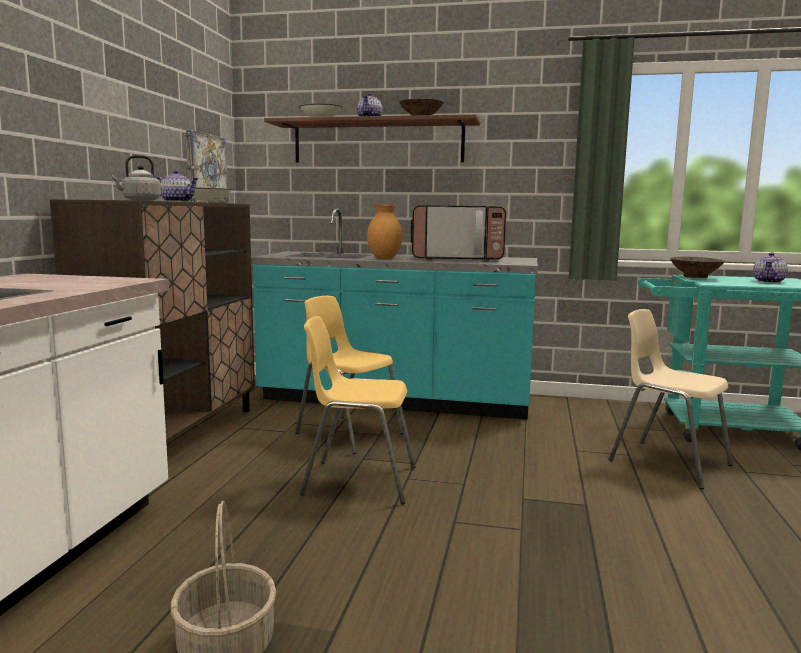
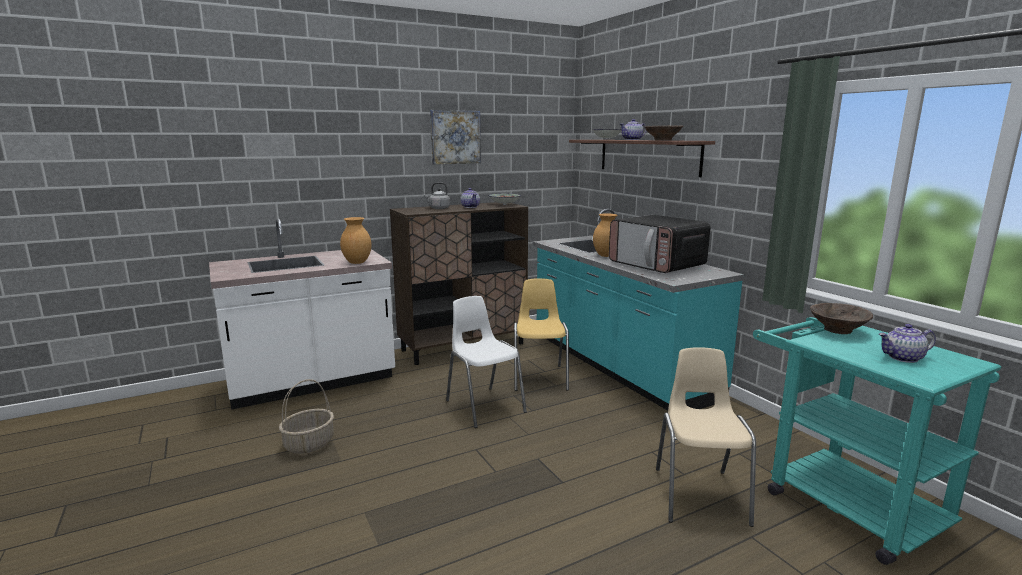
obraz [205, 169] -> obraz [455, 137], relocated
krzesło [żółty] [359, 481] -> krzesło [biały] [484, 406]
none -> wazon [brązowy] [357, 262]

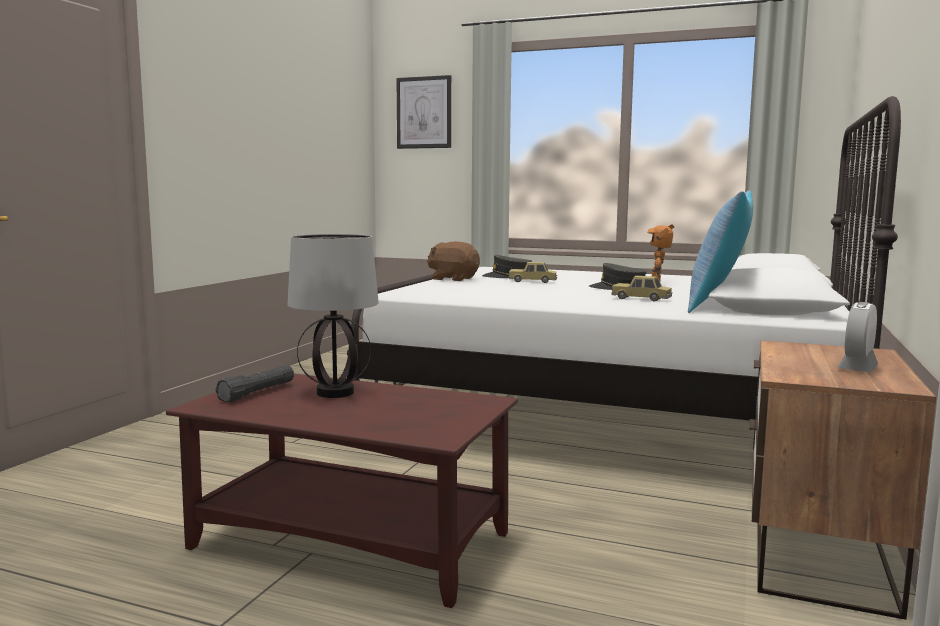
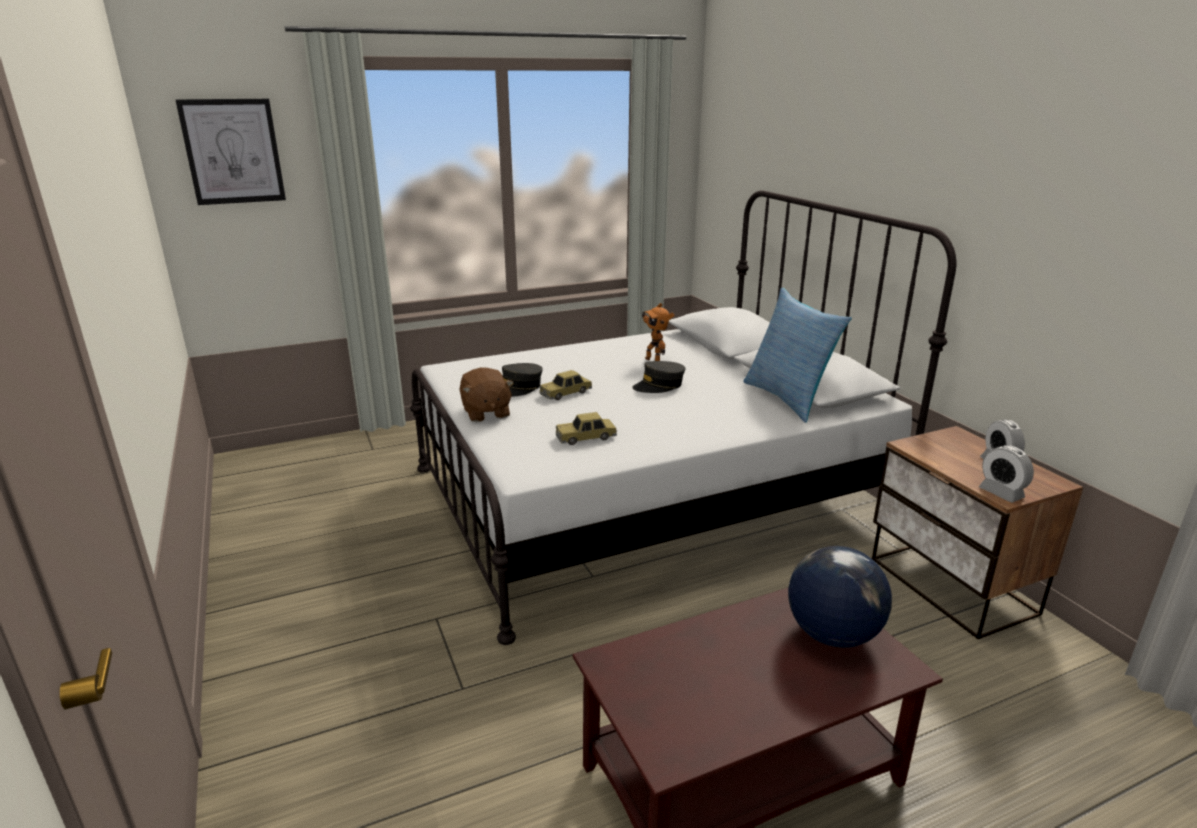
latarka [czarny] [257, 393] -> none
lampa stołowa [336, 393] -> none
pluszak [brązowy] [453, 279] -> pluszak [brązowy] [486, 413], 90 degrees counterclockwise
samochodzik [641, 299] -> samochodzik [586, 437], relocated
none -> globus [831, 634]
none -> budzik [1001, 493]

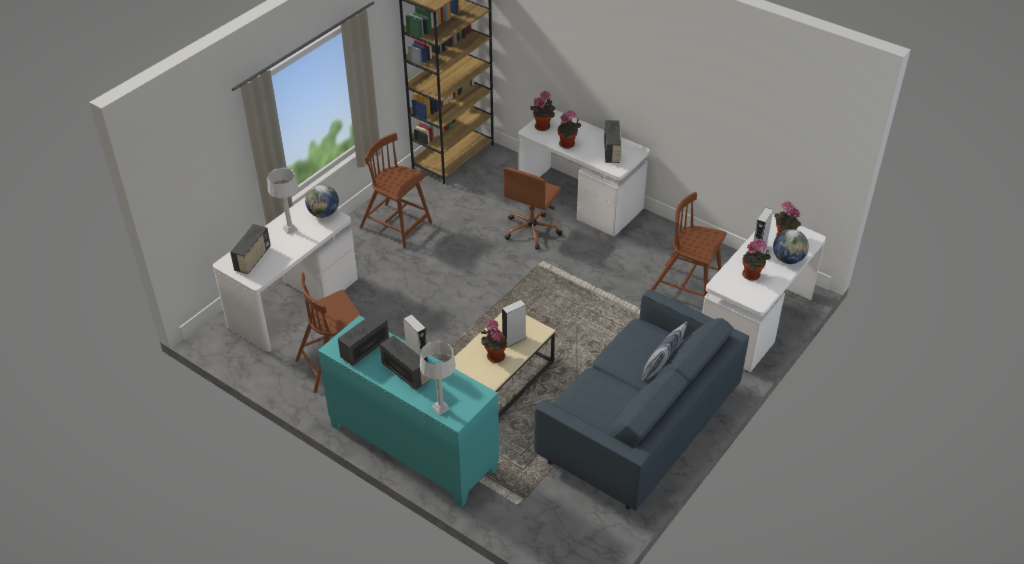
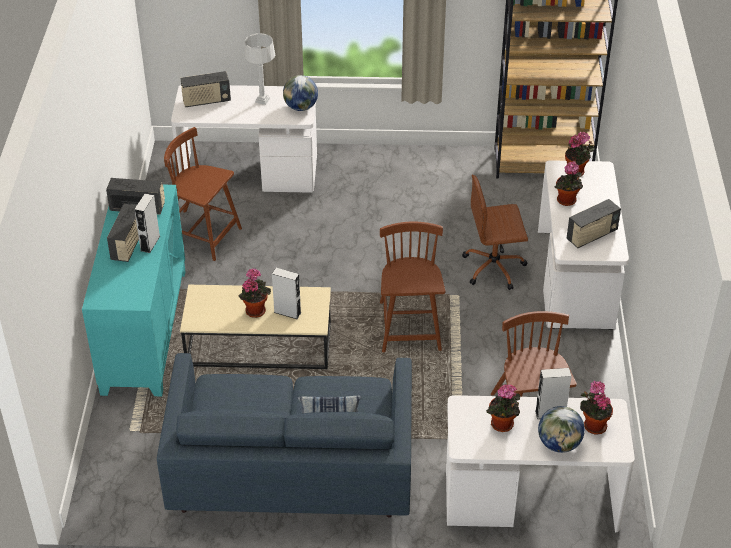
krzesło [brązowy] [397, 226] -> krzesło [brązowy] [409, 327], relocated
lampa stołowa [szary] [440, 408] -> none

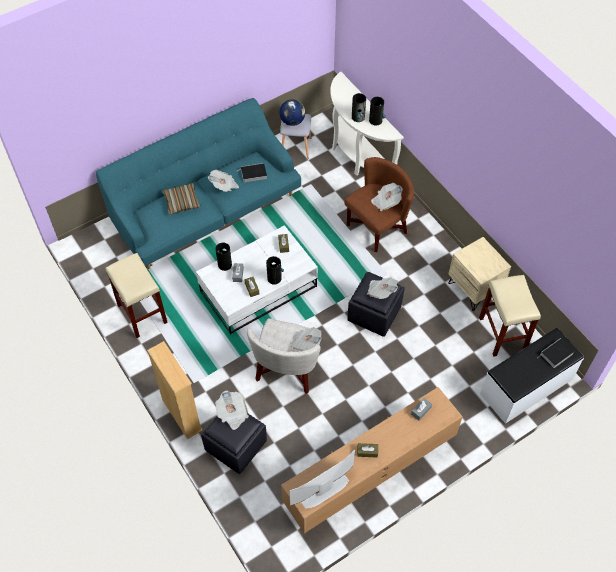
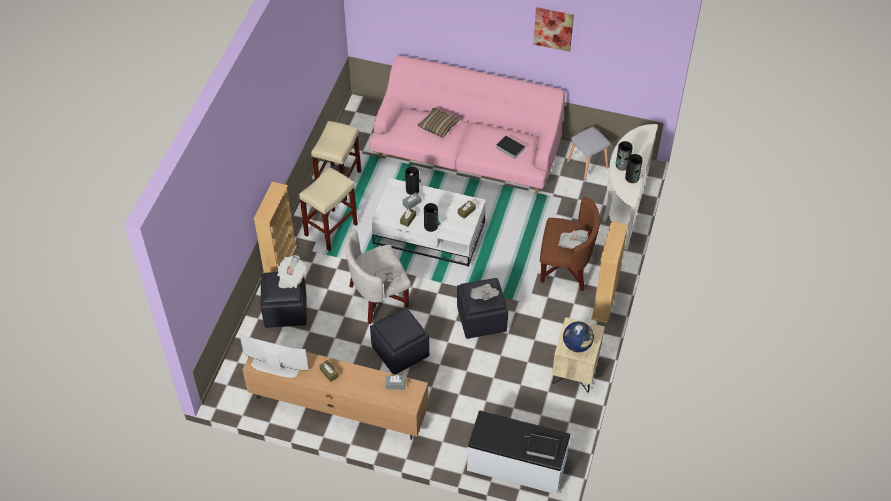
kanapa [turkusowy] [205, 208] -> kanapa [różowy] [467, 152]
gazeta [224, 186] -> none
globus [292, 121] -> globus [577, 345], relocated
stołek [beżowy] [501, 333] -> stołek [beżowy] [331, 229], relocated
none -> pufa [czarny] [399, 351]
none -> obraz [553, 28]
none -> regał [beżowy] [604, 302]

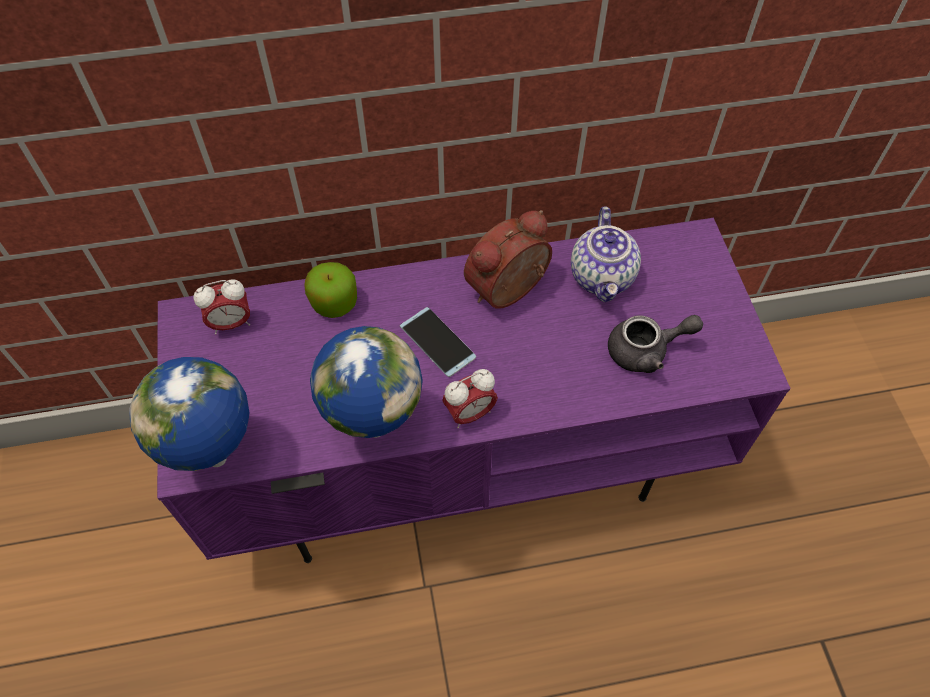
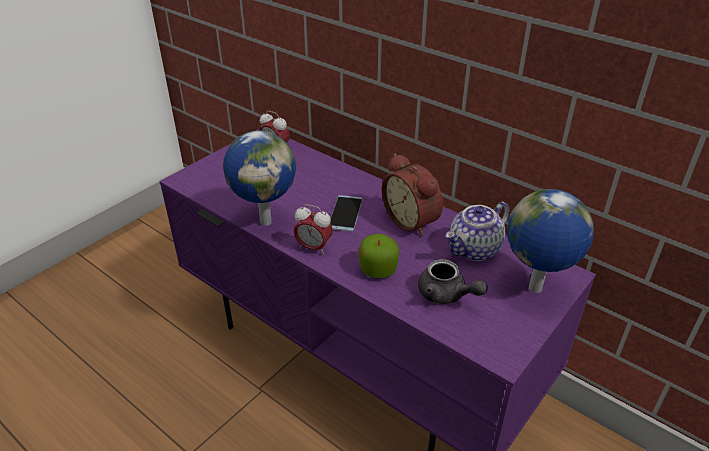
globus [219, 461] -> globus [535, 289], relocated
jabłko [334, 302] -> jabłko [378, 269], relocated
budzik [510, 292] -> budzik [412, 221], 135 degrees counterclockwise

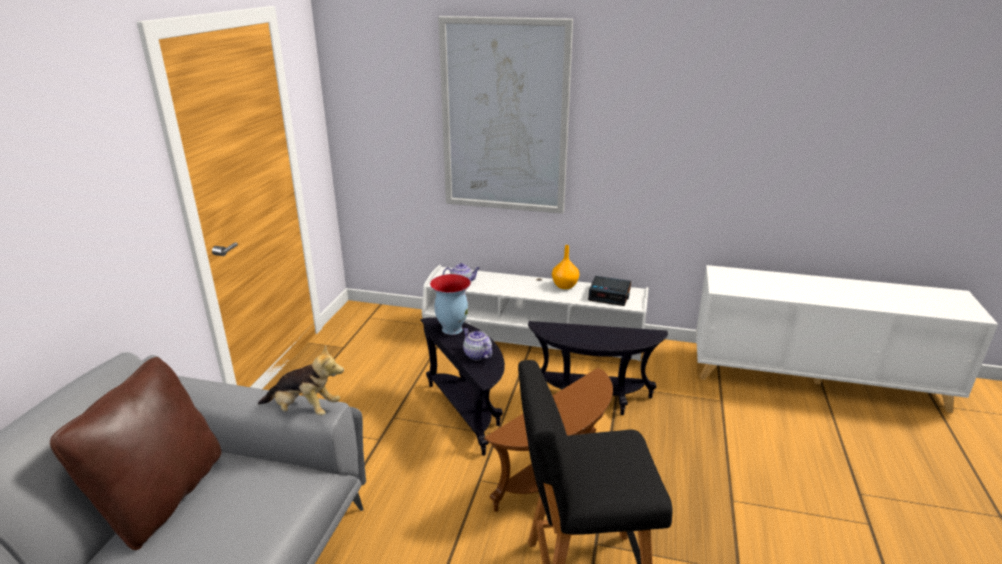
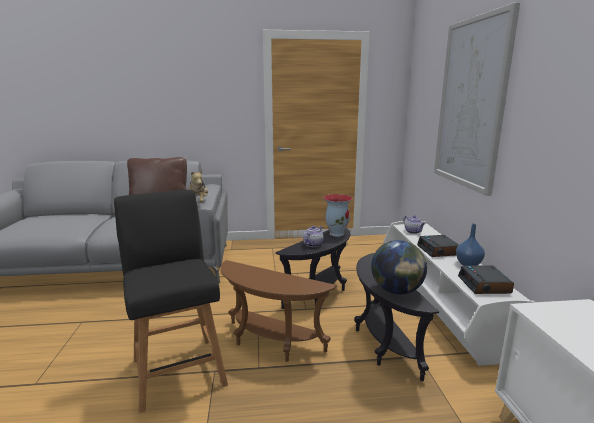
wazon [pomarańczowy] [564, 285] -> wazon [niebieski] [469, 264]
none -> globus [397, 291]
none -> budzik [438, 250]

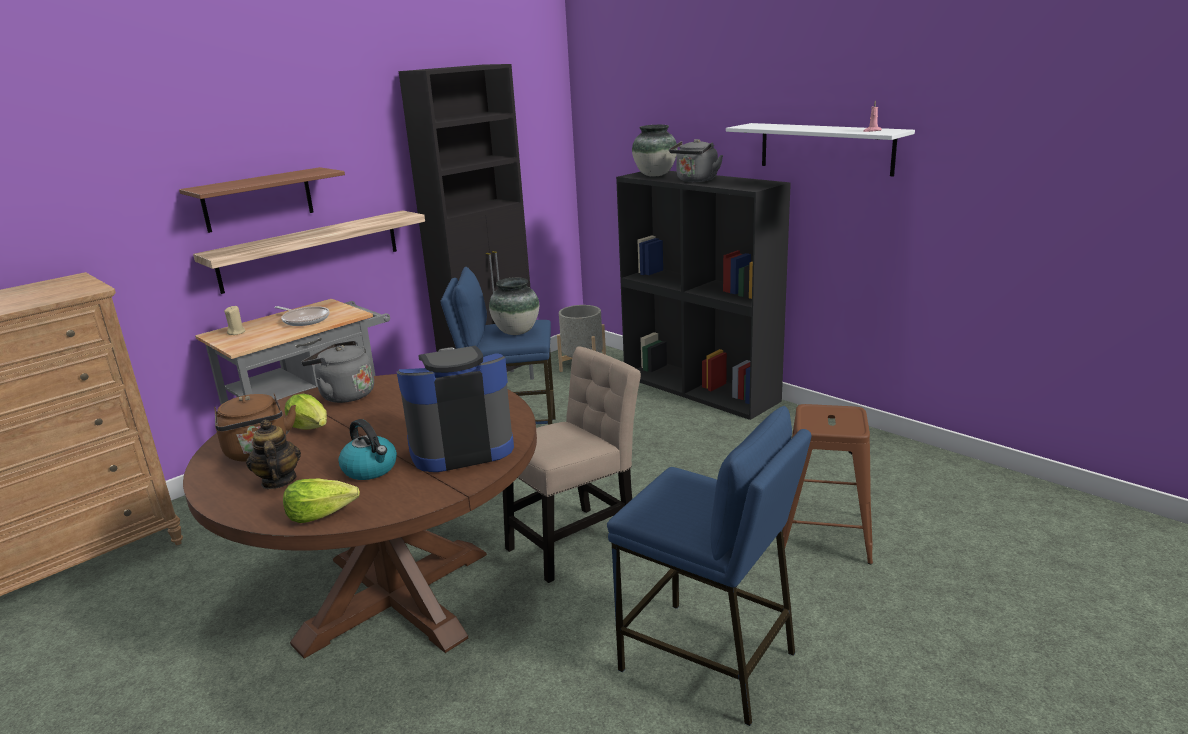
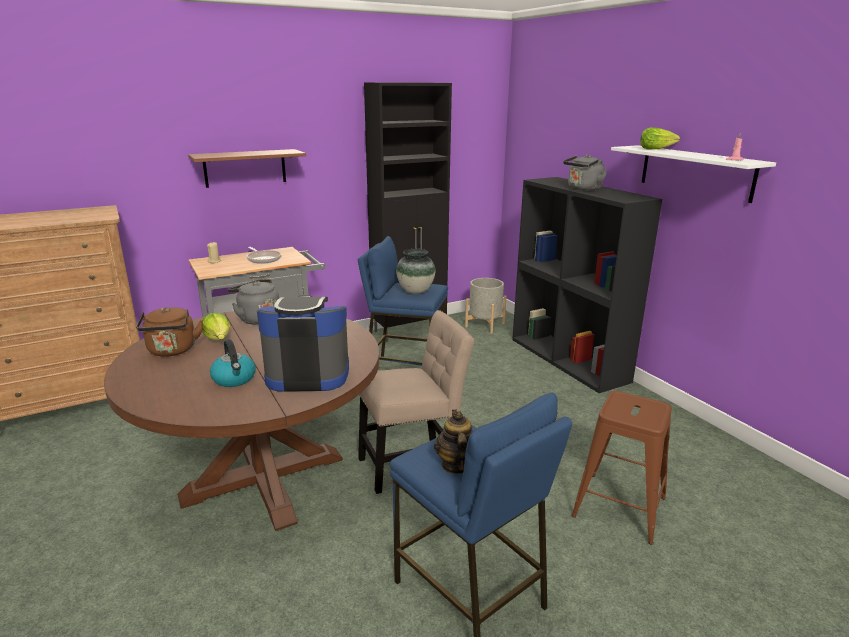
półka [311, 250] -> none
imbryk [278, 481] -> imbryk [456, 465], relocated
sałata [321, 514] -> sałata [656, 149], relocated
wazon [655, 175] -> none

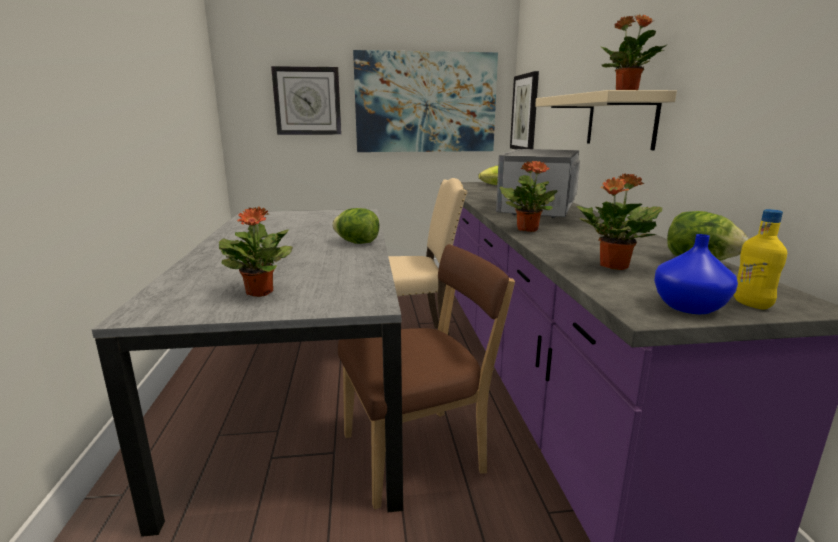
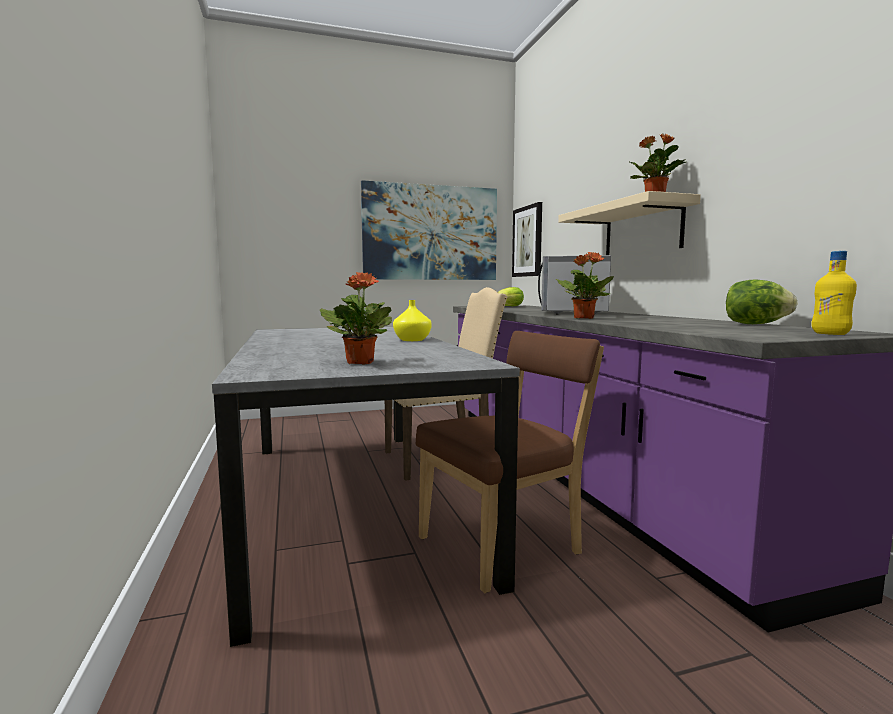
zegar ścienny [307, 101] -> none
sałata [357, 243] -> wazon [żółty] [412, 340]
roślina doniczkowa [613, 266] -> none
wazon [niebieski] [691, 307] -> none

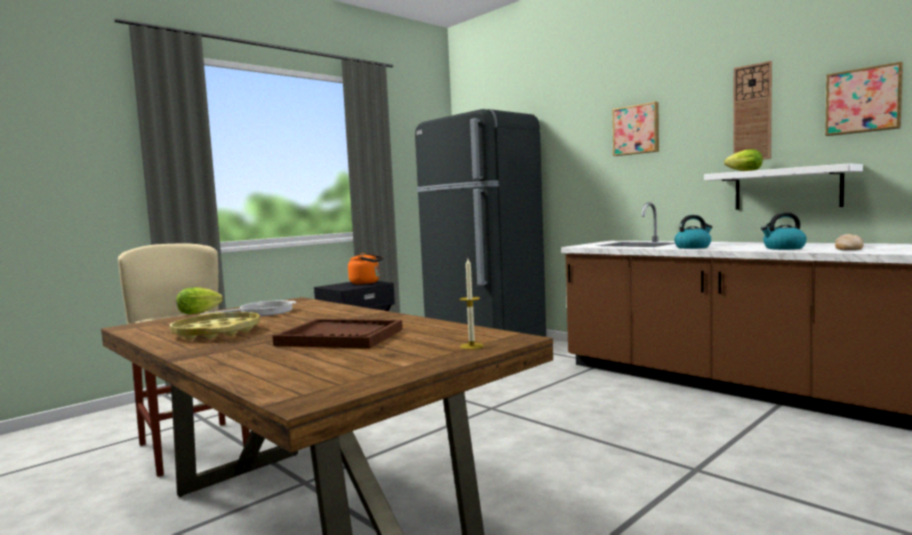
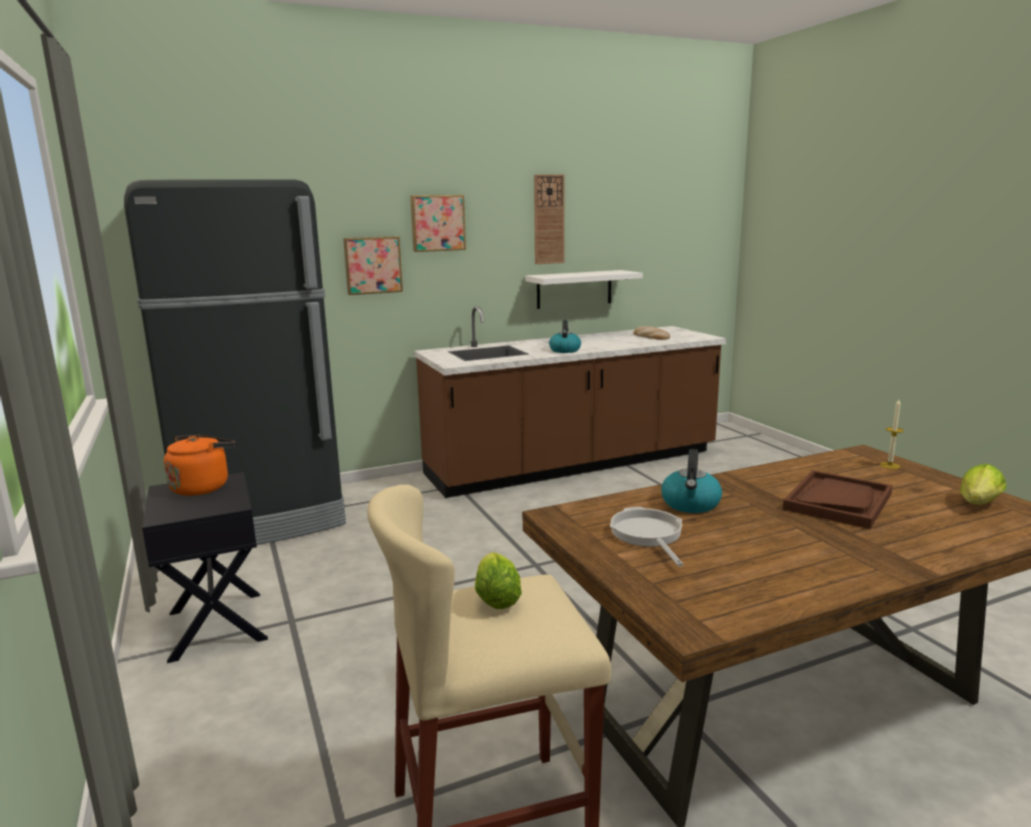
taca [żółty] [217, 332] -> none
sałata [742, 171] -> sałata [978, 505], relocated
czajnik [783, 248] -> czajnik [691, 504], relocated
obraz [863, 101] -> obraz [372, 265], relocated

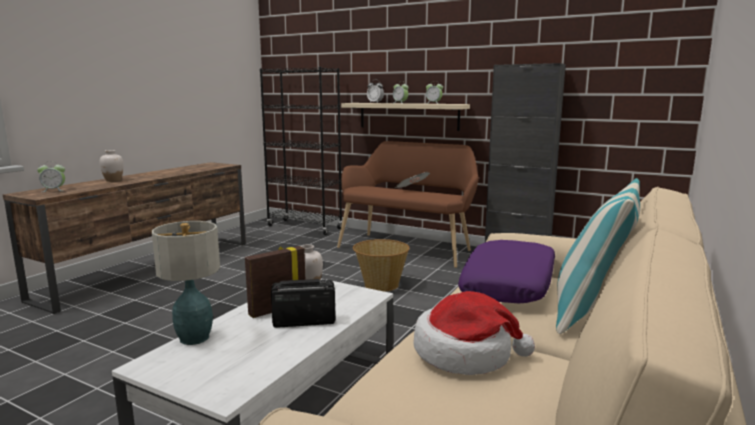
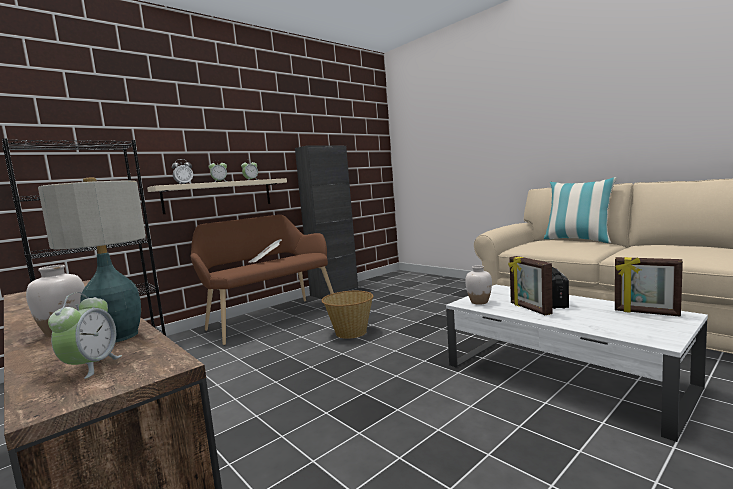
lampa stołowa [194, 338] -> lampa stołowa [117, 337], relocated
kapelusz [465, 353] -> none
poduszka [fioletowy] [509, 285] -> none
none -> ramka na zdjęcie [646, 313]

